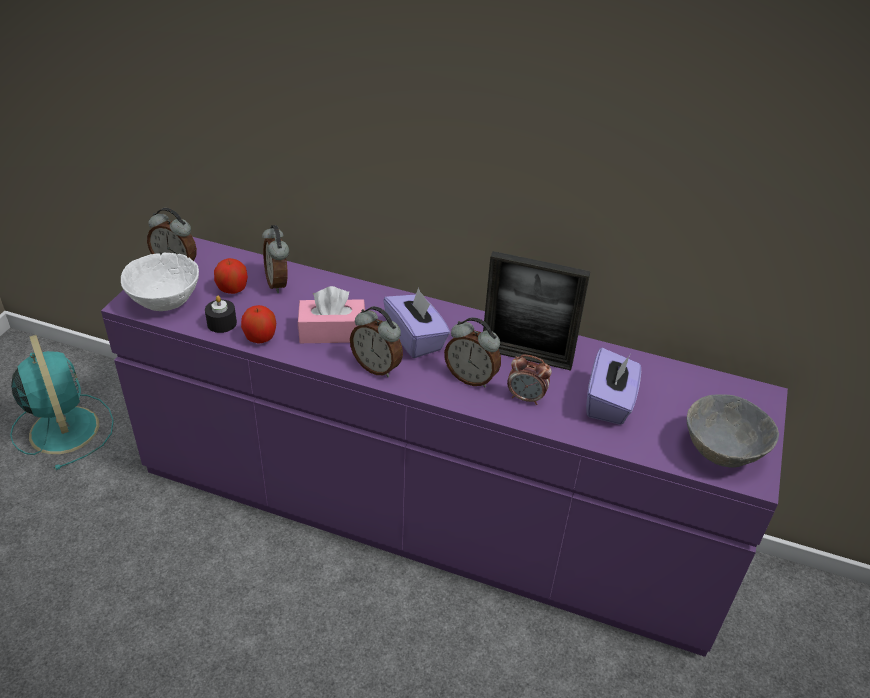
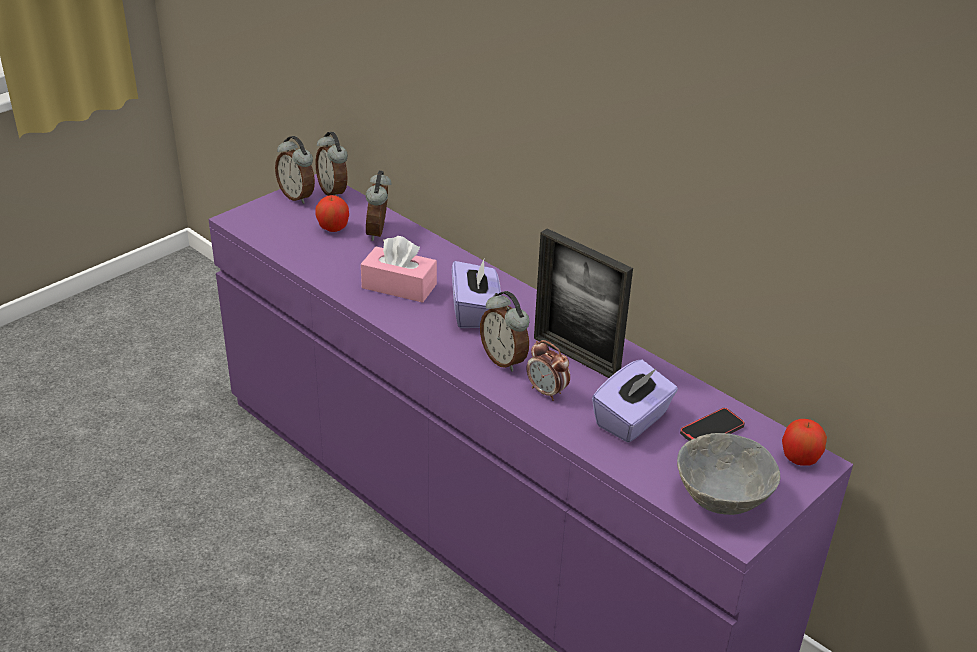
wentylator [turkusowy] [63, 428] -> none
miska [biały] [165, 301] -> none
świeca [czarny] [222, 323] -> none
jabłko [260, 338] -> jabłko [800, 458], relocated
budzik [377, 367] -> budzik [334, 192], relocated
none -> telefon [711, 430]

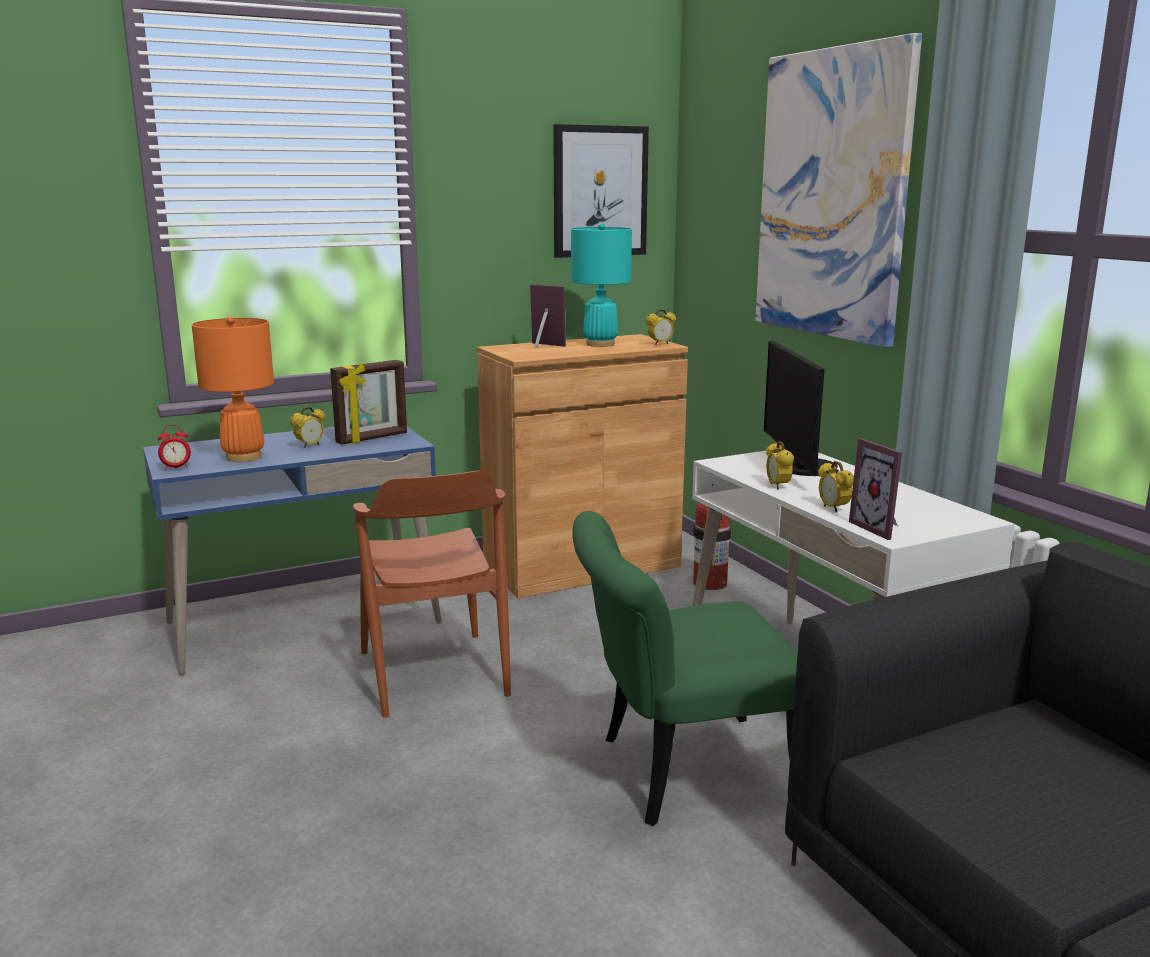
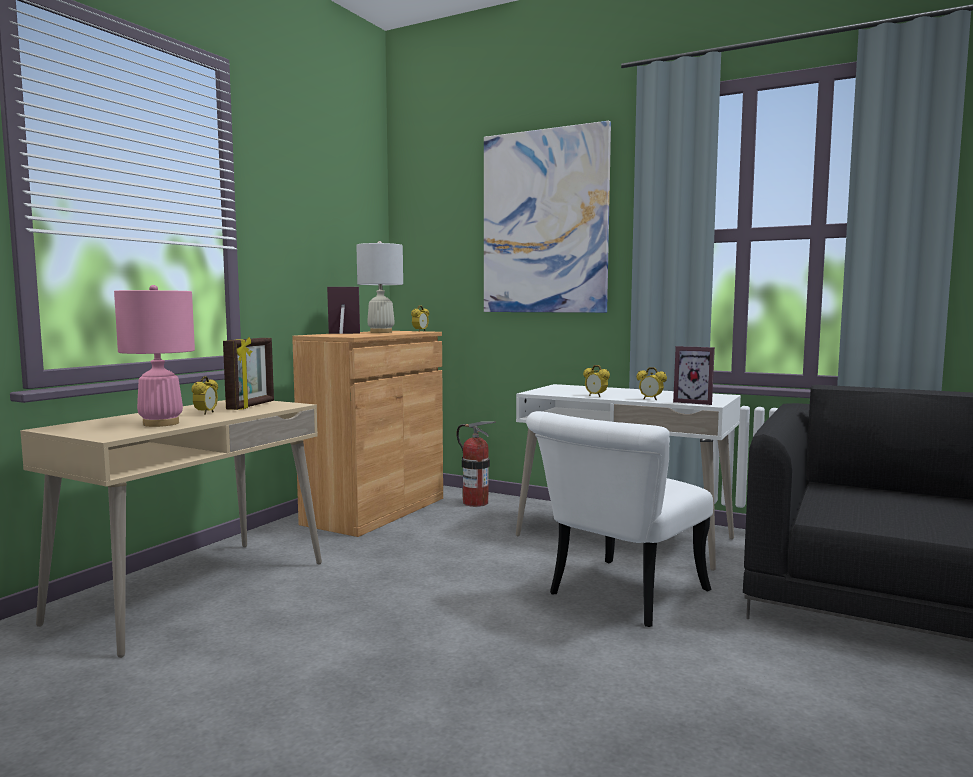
biurko [niebieski] [304, 623] -> biurko [beżowy] [193, 591]
budzik [176, 468] -> none
lampa stołowa [pomarańczowy] [243, 457] -> lampa stołowa [różowy] [160, 423]
krzesło [brązowy] [433, 673] -> none
obraz [600, 191] -> none
lampa stołowa [turkusowy] [600, 344] -> lampa stołowa [biały] [381, 332]
krzesło [zielony] [678, 773] -> krzesło [biały] [619, 597]
monitor [800, 468] -> none

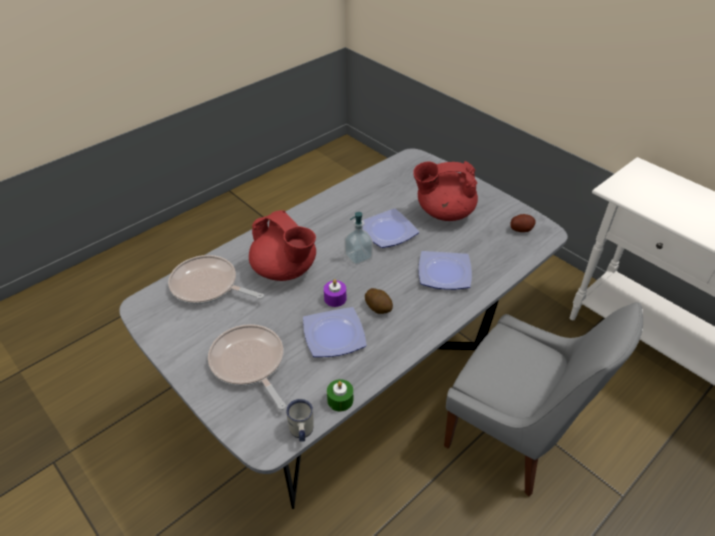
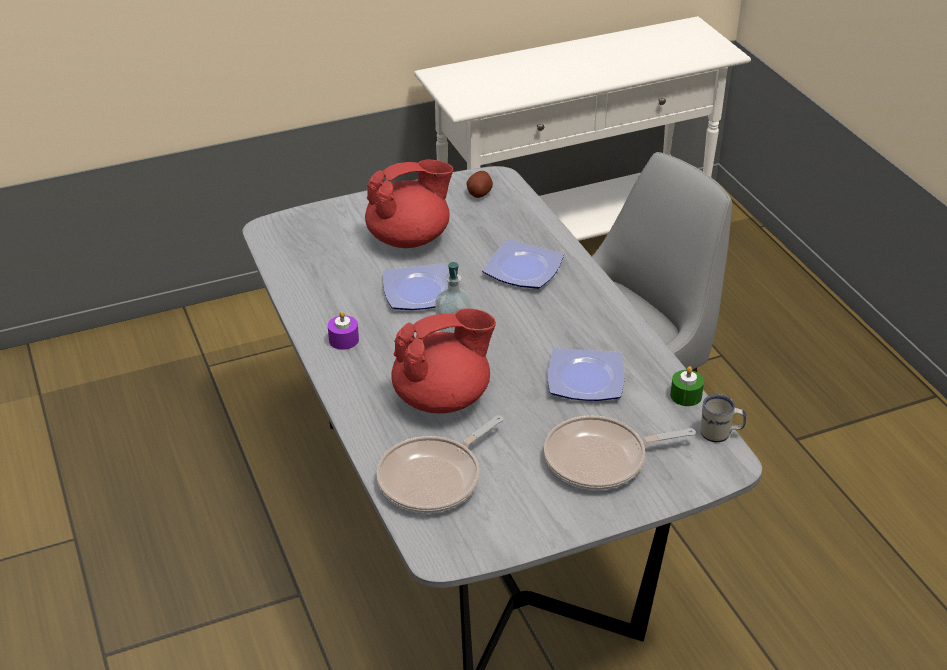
świeca [fioletowy] [335, 298] -> świeca [fioletowy] [343, 340], relocated
ziemniak [378, 307] -> none
imbryk [czerwony] [443, 212] -> imbryk [czerwony] [410, 238], 135 degrees counterclockwise

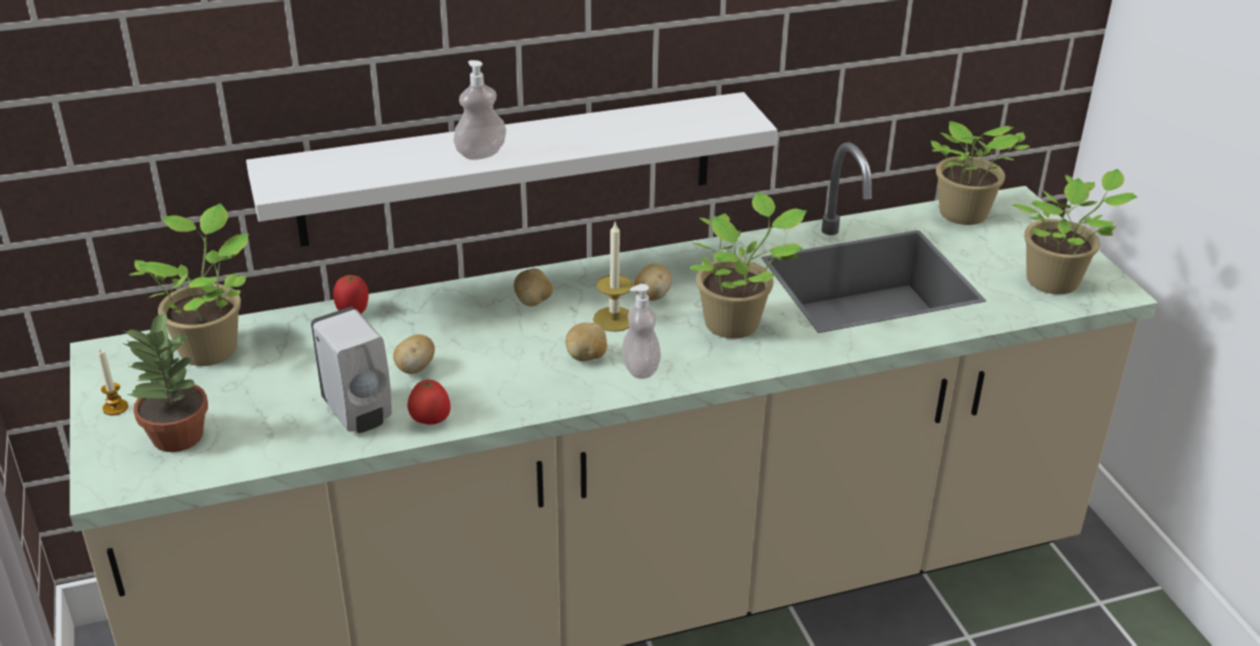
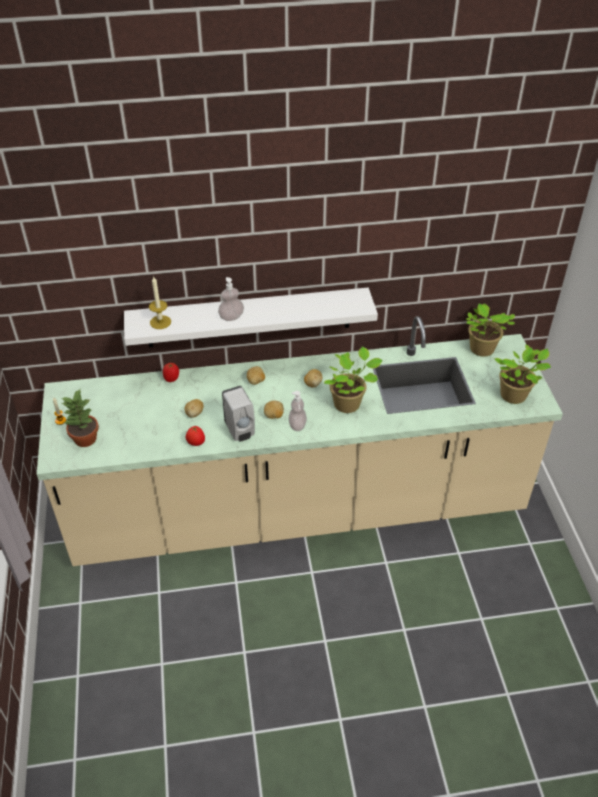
roślina doniczkowa [210, 347] -> none
dozownik mydła [biały] [358, 414] -> dozownik mydła [biały] [240, 431], relocated
świeca [614, 319] -> świeca [160, 322], relocated

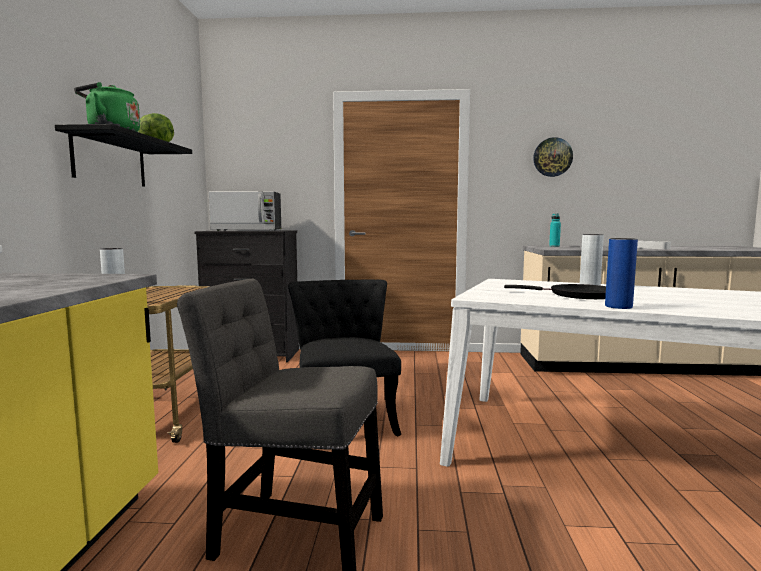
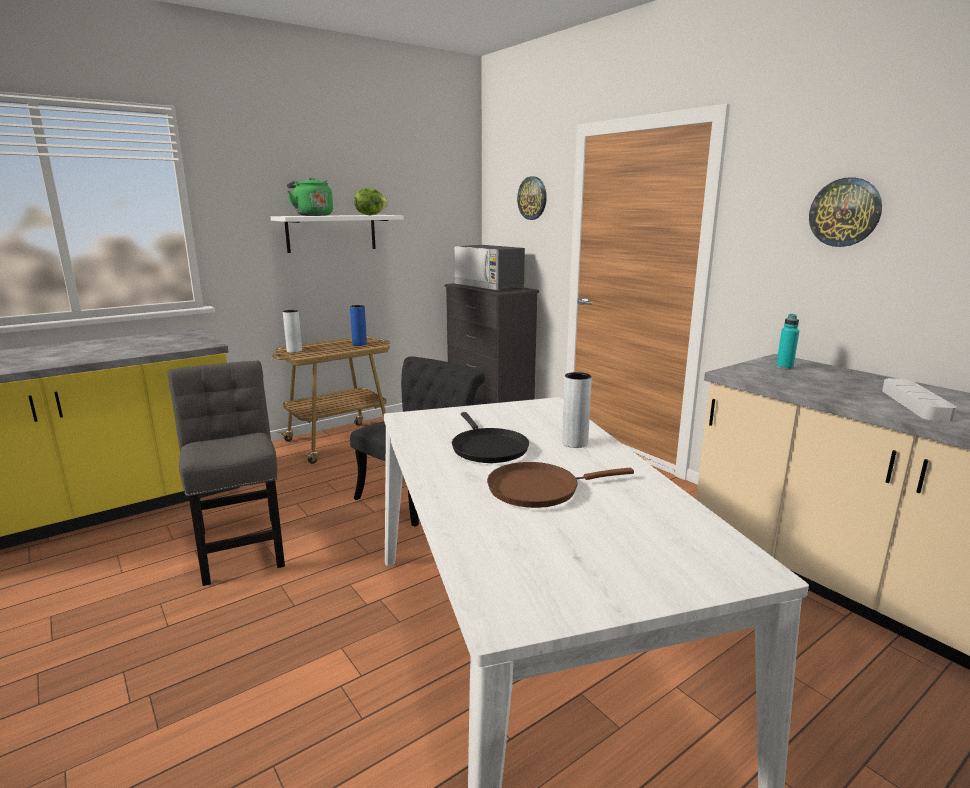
półka [czarny] [110, 160] -> półka [biały] [331, 233]
wazon [niebieski] [618, 306] -> wazon [niebieski] [359, 344], relocated
none -> patelnia [brązowy] [538, 489]
none -> zegar ścienny [532, 198]

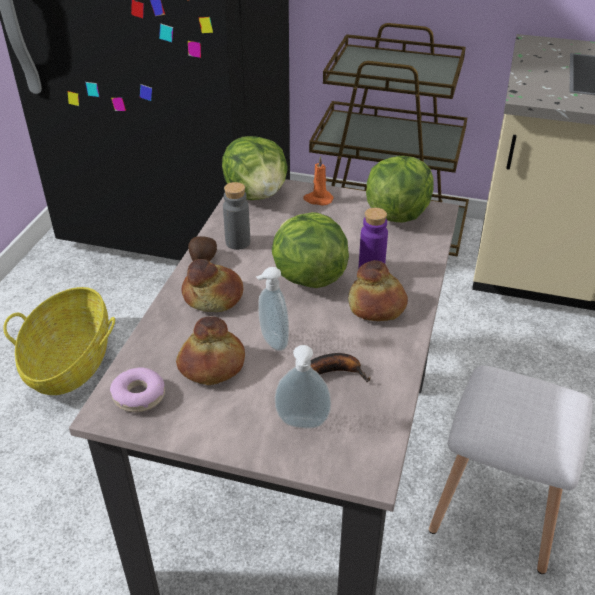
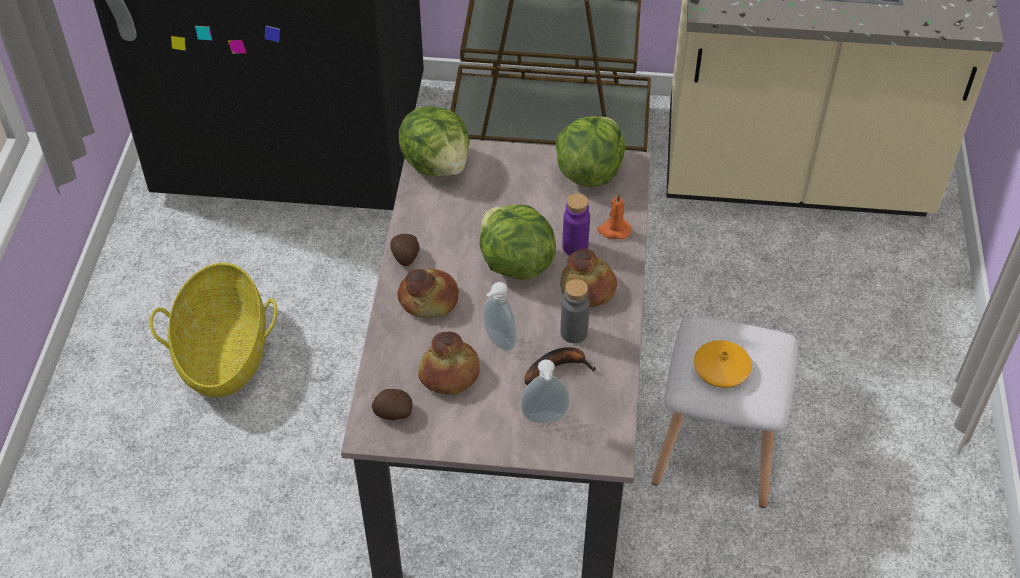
donut [139, 396] -> ziemniak [393, 413]
butelka [szary] [238, 242] -> butelka [szary] [574, 332], relocated
świeca [pomarańczowy] [318, 199] -> świeca [pomarańczowy] [613, 230], relocated
none -> wazon [pomarańczowy] [721, 369]

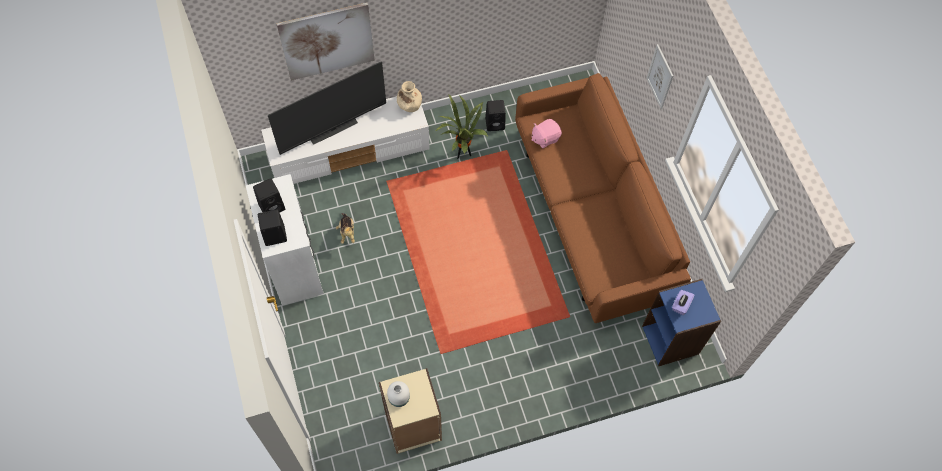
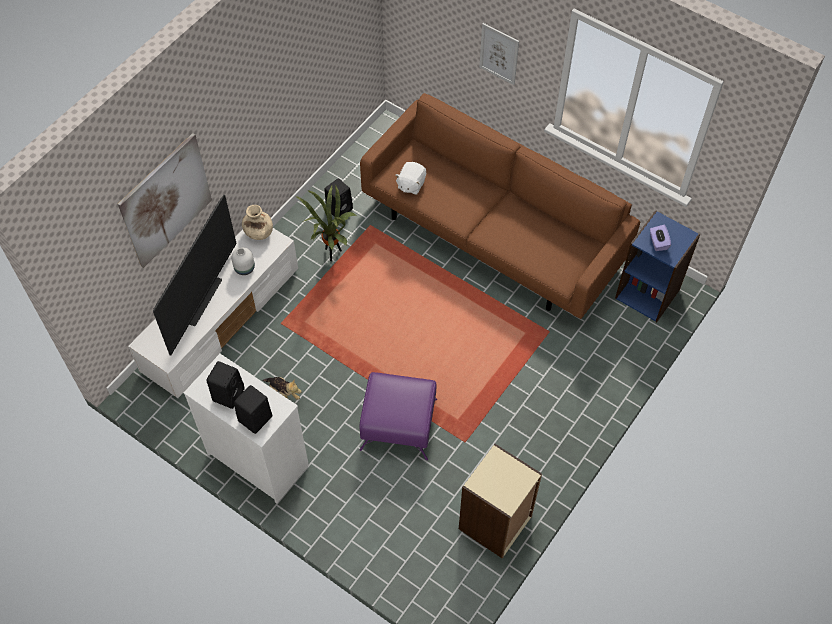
wazon [biały] [399, 398] -> wazon [biały] [245, 269], relocated
pluszak [różowy] [545, 138] -> pluszak [biały] [411, 184]
none -> pufa [fioletowy] [398, 424]

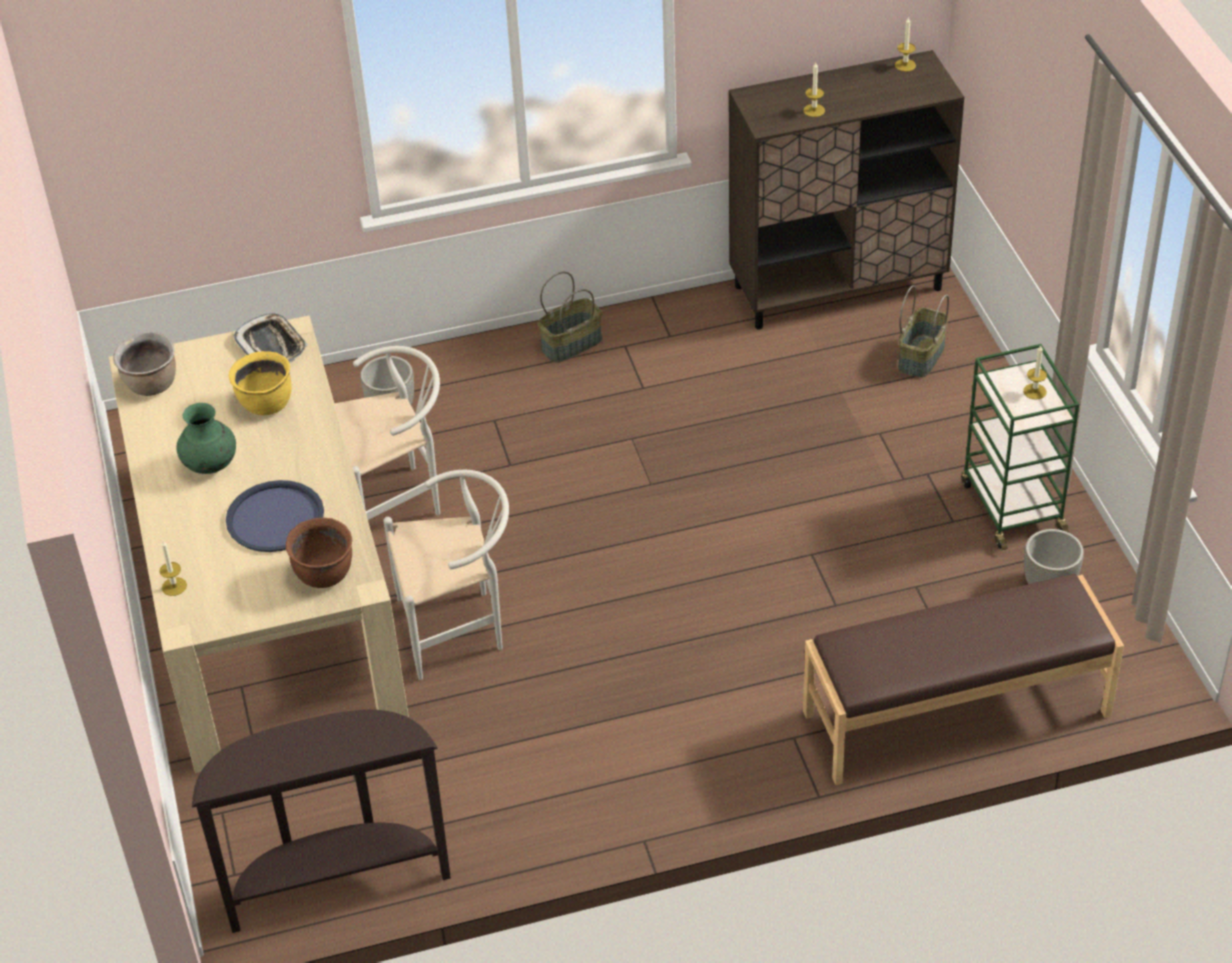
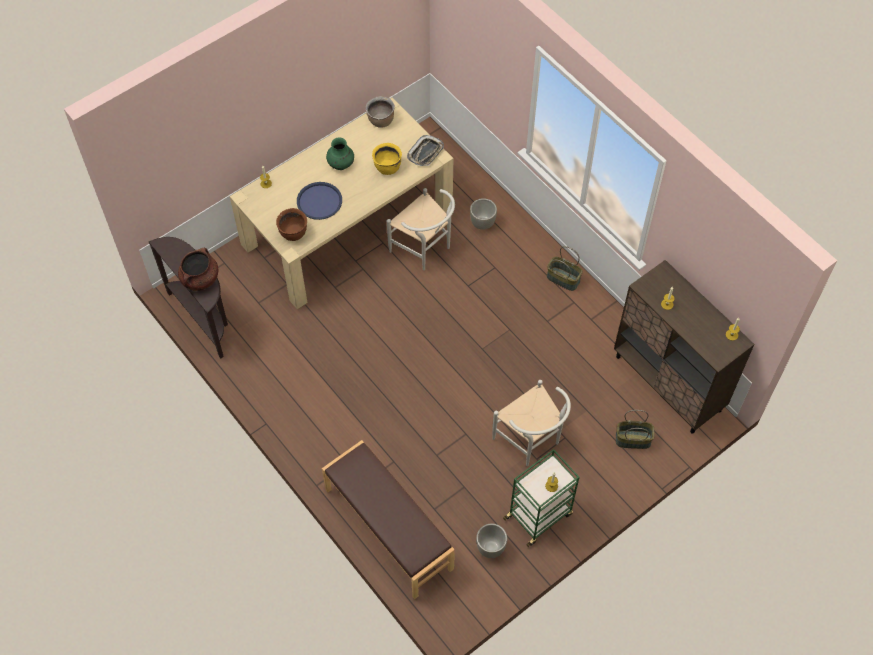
krzesło [biały] [459, 627] -> krzesło [biały] [531, 442], relocated
none -> garnek [brązowy] [200, 279]

